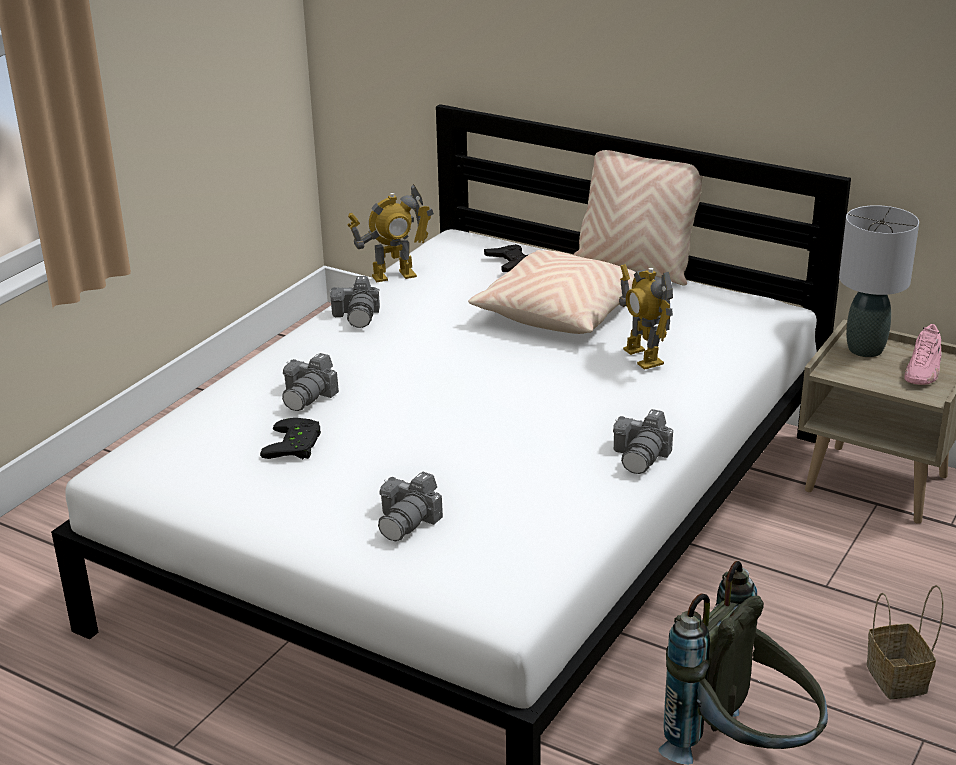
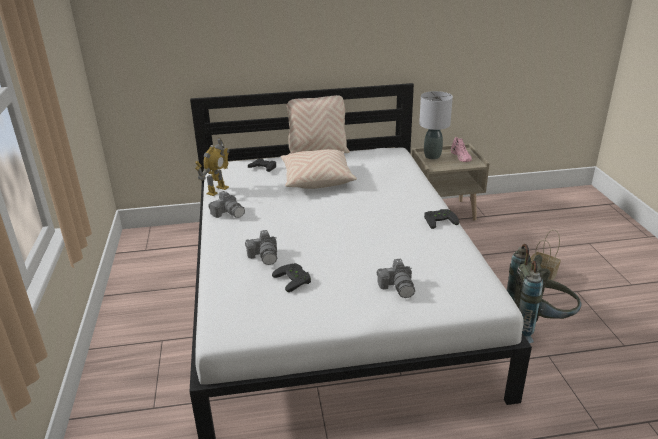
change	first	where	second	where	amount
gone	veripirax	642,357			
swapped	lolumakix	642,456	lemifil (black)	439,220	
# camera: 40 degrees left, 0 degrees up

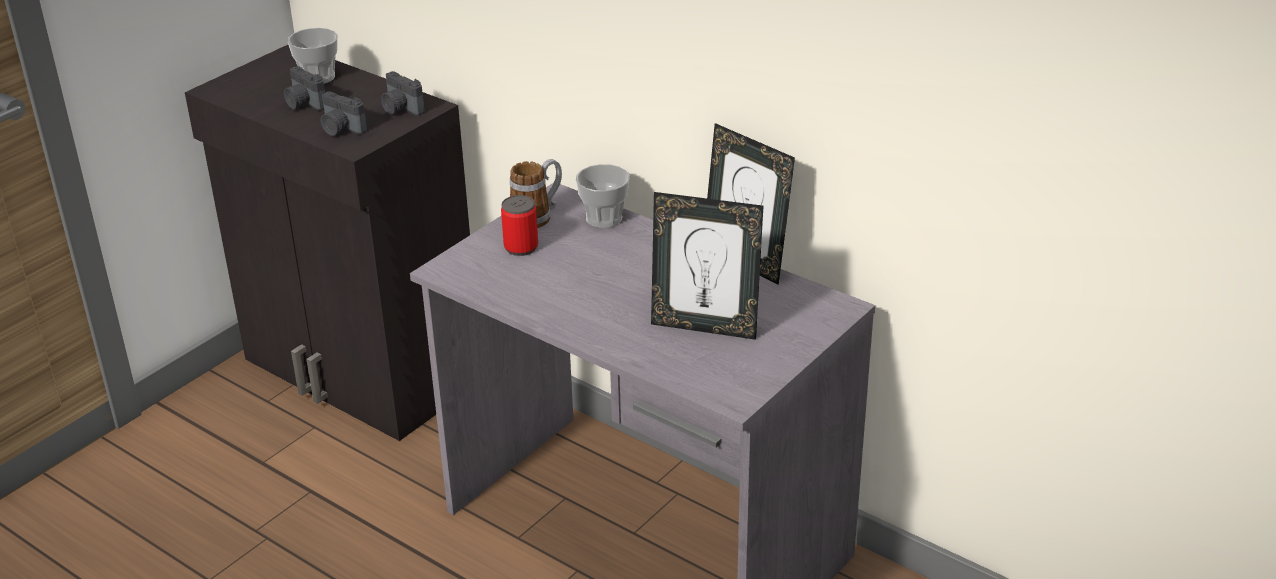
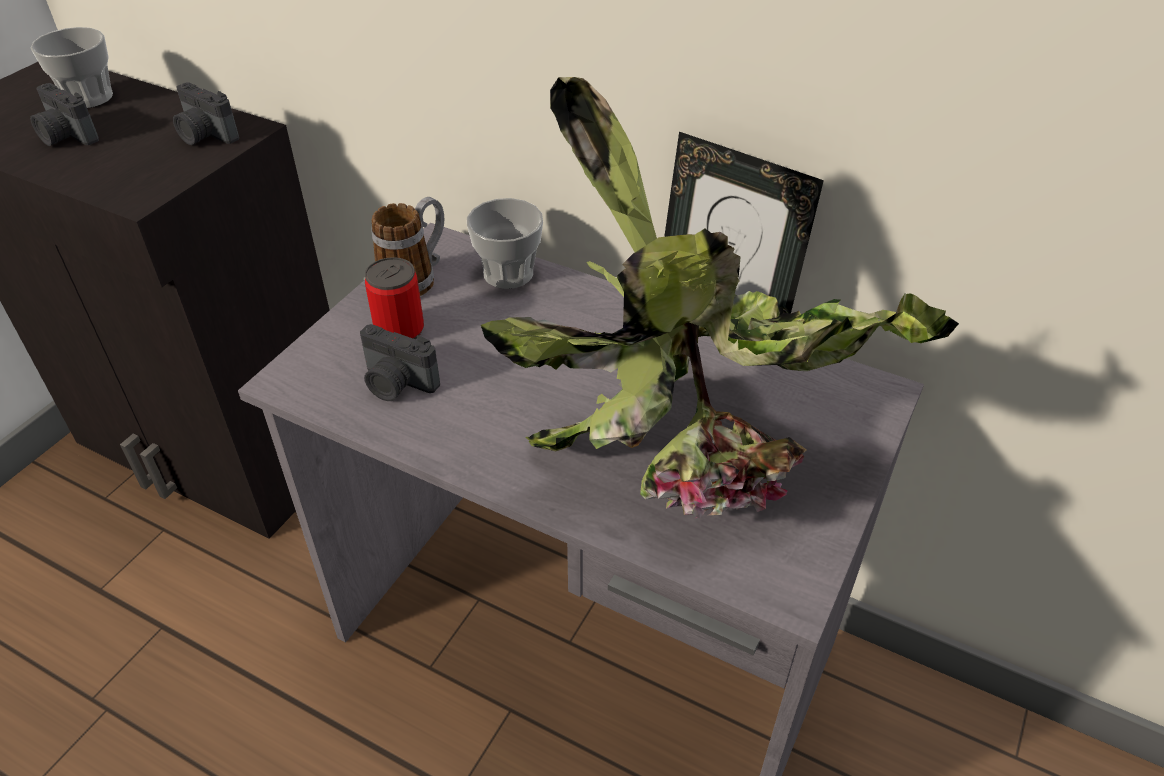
change	first	where	second	where	amount
shifted	lolumakix	341,129		396,384	
swapped	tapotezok	705,326	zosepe	698,448	
# camera: 10 degrees left, 10 degrees up

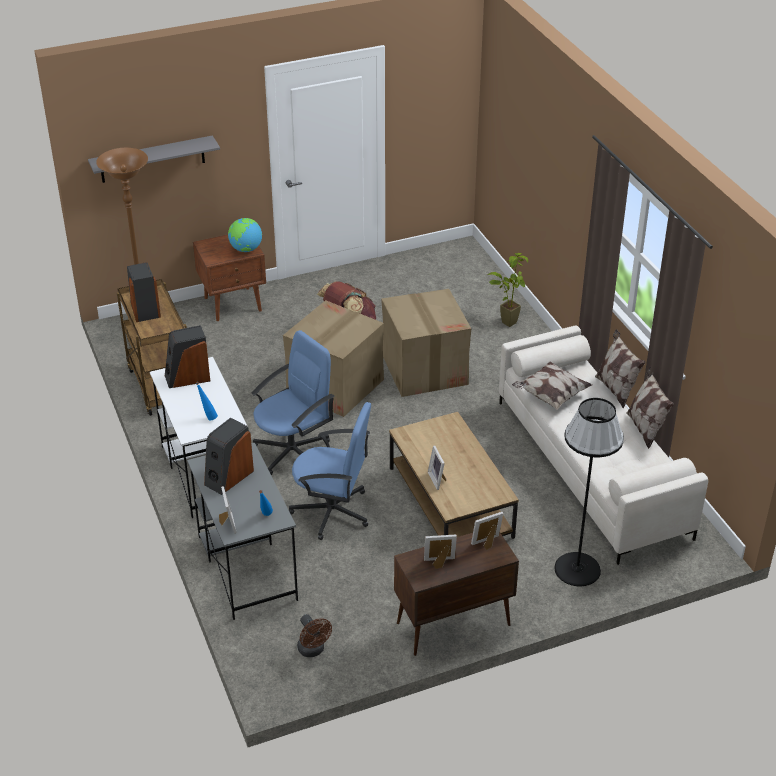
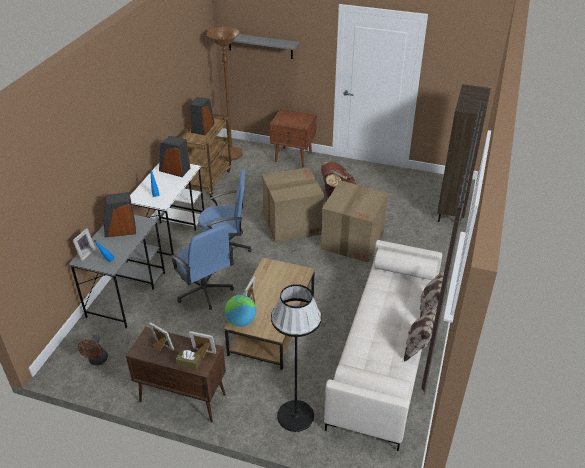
change	first	where	second	where	amount
shifted	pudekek	245,249		241,321	
gone	zosepe	506,320			
gone	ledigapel	550,395			
new			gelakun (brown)	452,211	
new			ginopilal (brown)	189,363	
# camera: 40 degrees right, 0 degrees up

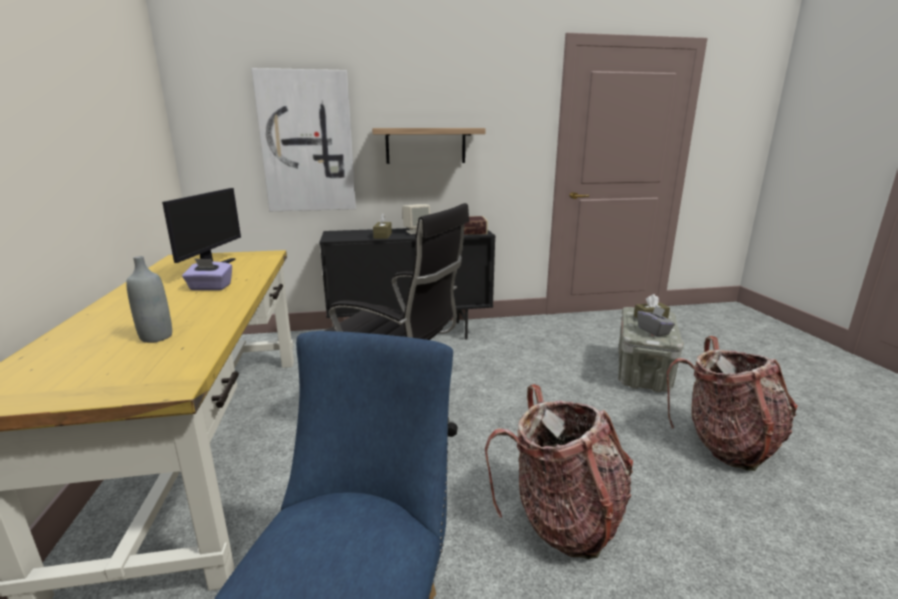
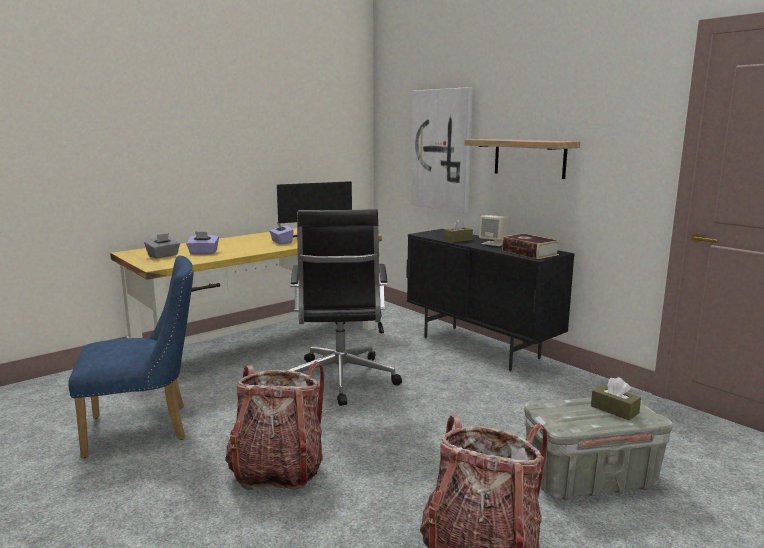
change	first	where	second	where	amount
swapped	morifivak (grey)	156,337	ginopilal (purple)	203,253	
shifted	ginopilal (grey)	653,331		163,256	
# camera: 60 degrees right, 5 degrees down

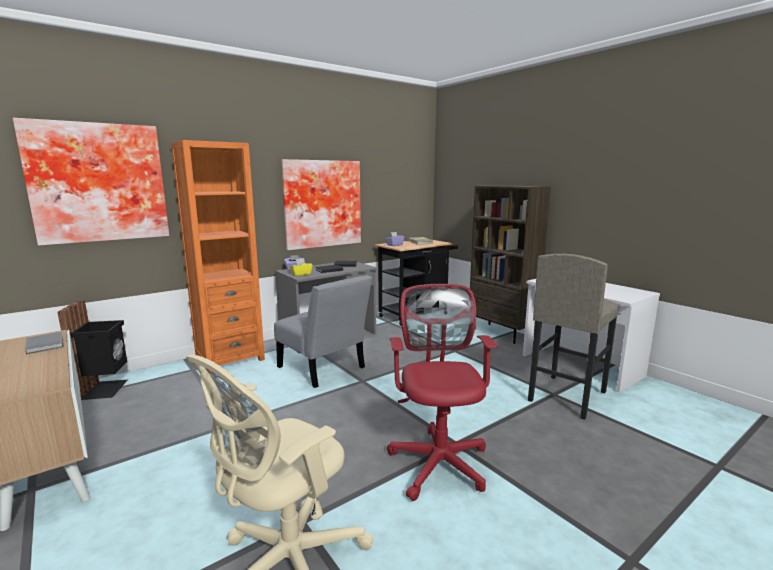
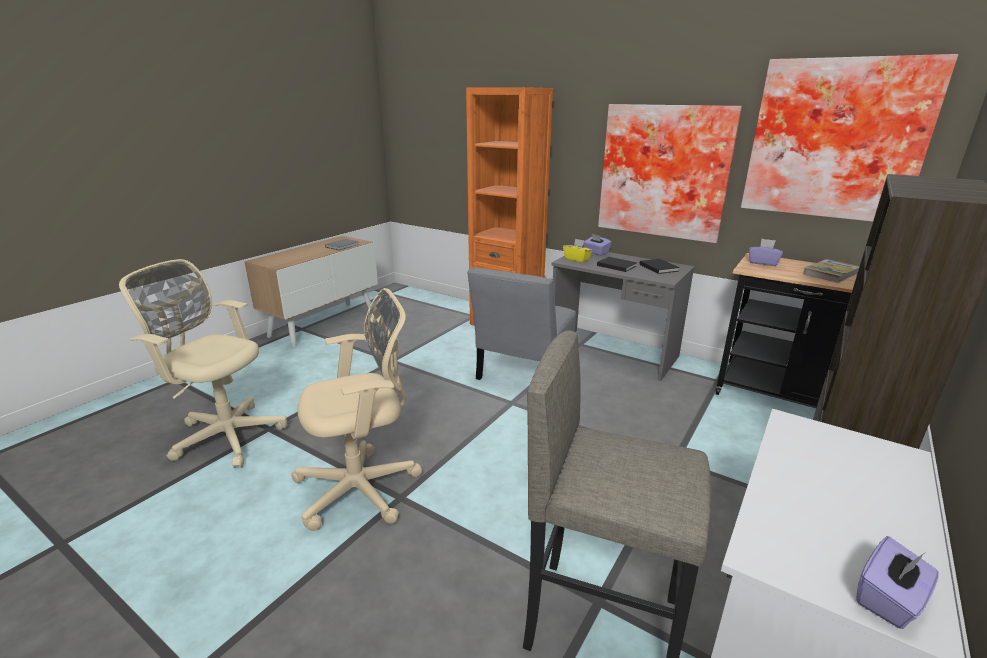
change	first	where	second	where	amount
shifted	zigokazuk	98,183		836,140	
repainted	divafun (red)	439,460	divafun (beige)	363,488	
gone	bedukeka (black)	105,389			
new			ginopilal (purple)	889,599	
# camera: 70 degrees right, 10 degrees up

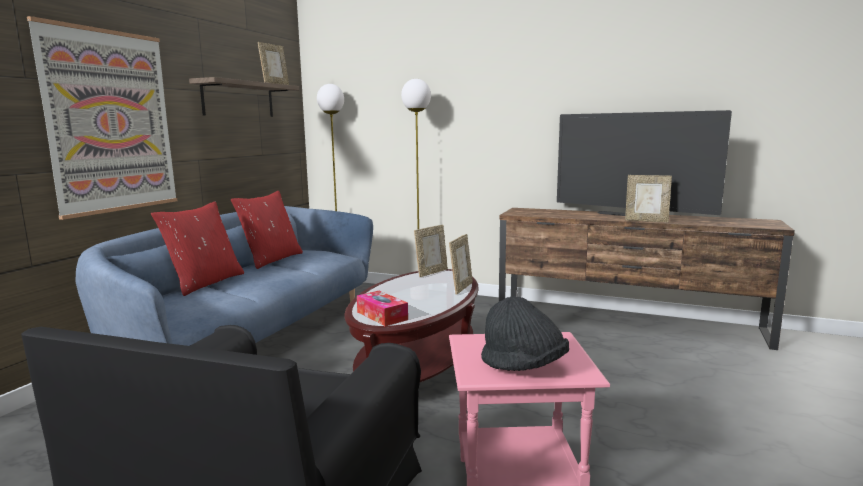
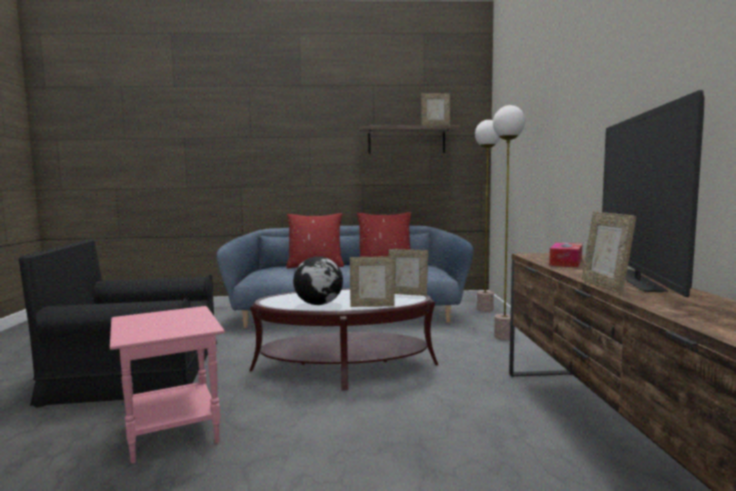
change	first	where	second	where	amount
gone	zigokazuk	111,122			
shifted	ginopilal	382,316		566,262	
gone	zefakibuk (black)	523,367			
new			pudekek	319,304	
# camera: 65 degrees right, 5 degrees down

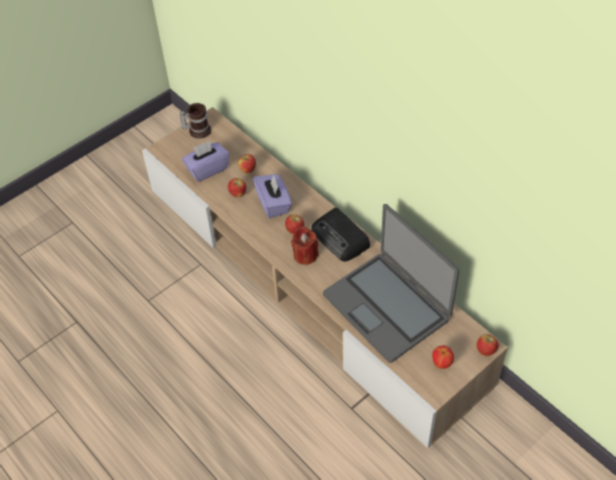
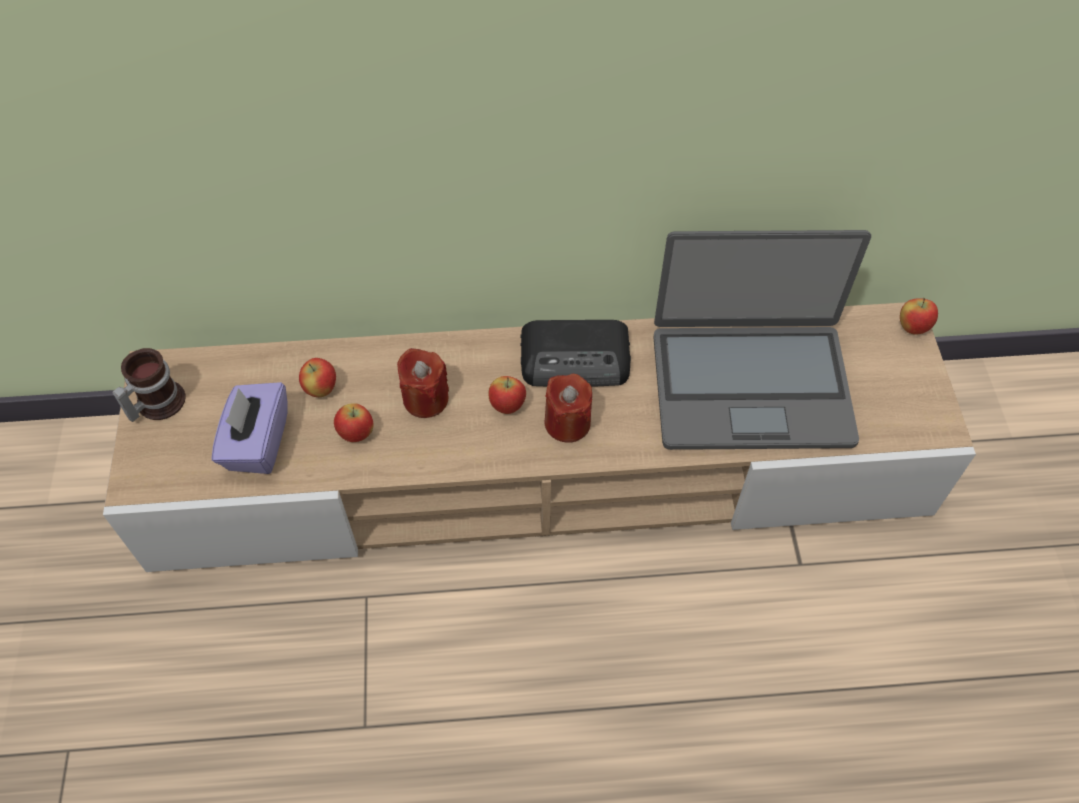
change	first	where	second	where	amount
swapped	ginopilal (purple)	273,203	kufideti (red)	425,399	
gone	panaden	441,363			
# camera: 55 degrees left, 5 degrees up

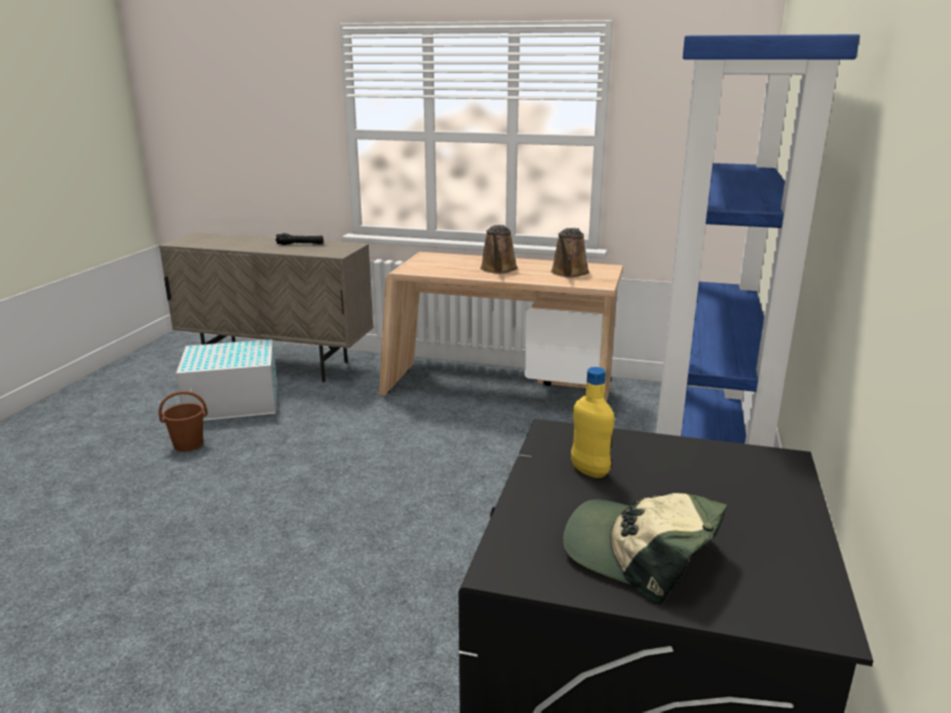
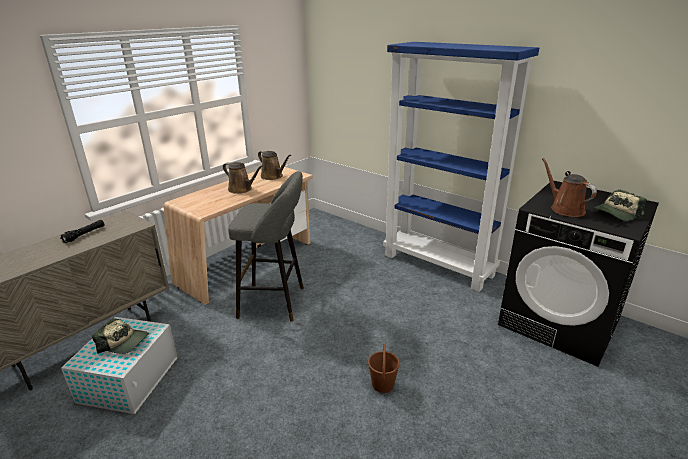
change	first	where	second	where	amount
swapped	morifivak (yellow)	589,471	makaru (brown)	564,209	
shifted	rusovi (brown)	189,444		383,384	
new			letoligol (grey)	276,302	
new			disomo	124,342	
# camera: 65 degrees left, 5 degrees up

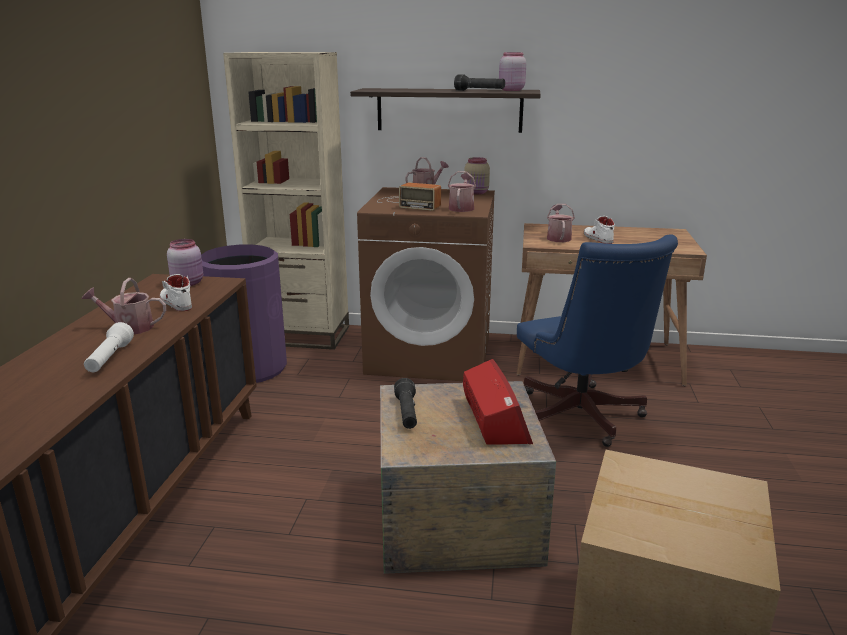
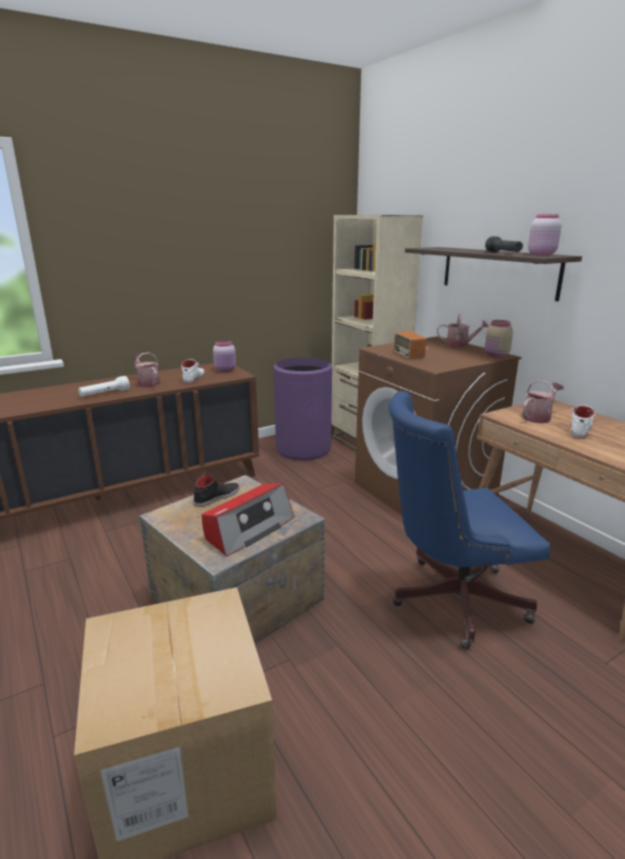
change	first	where	second	where	amount
gone	makaru	462,208			
rotated	divafun (blue)	582,418		449,599	45 degrees clockwise
swapped	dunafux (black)	407,413	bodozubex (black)	216,497	
# camera: 50 degrees right, 0 degrees up

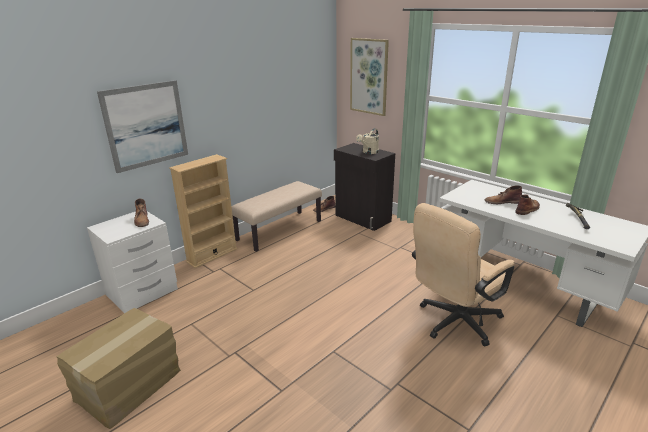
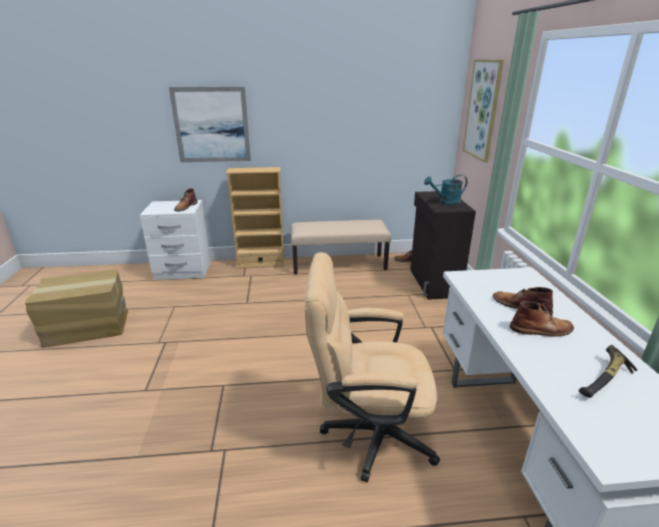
change	first	where	second	where	amount
repainted	makaru (beige)	369,152	makaru (turquoise)	445,203	
# camera: 40 degrees right, 0 degrees up

